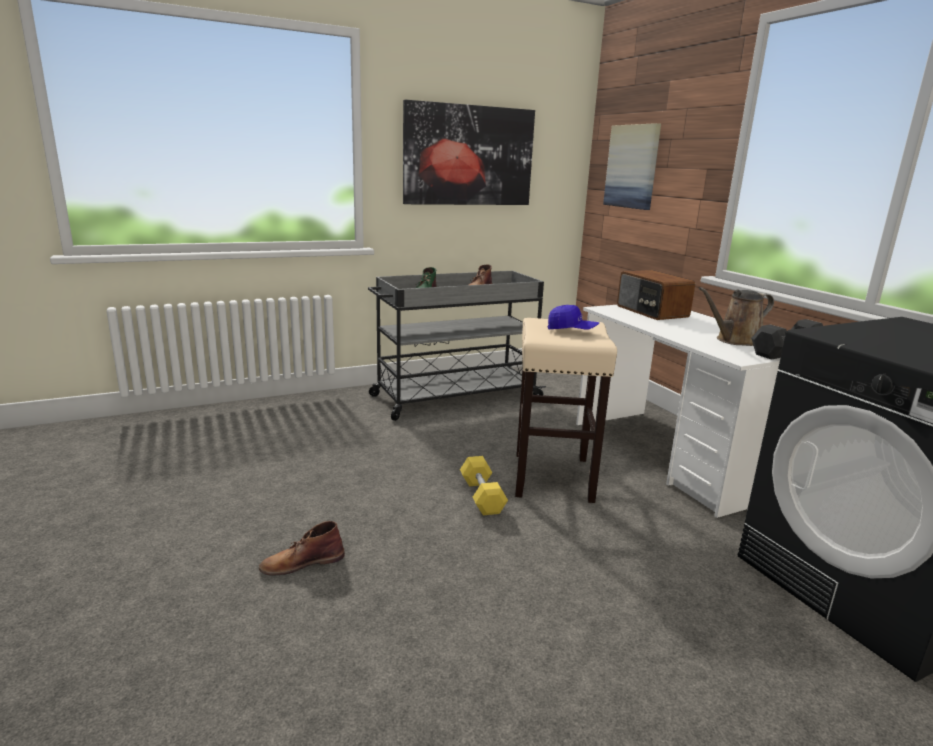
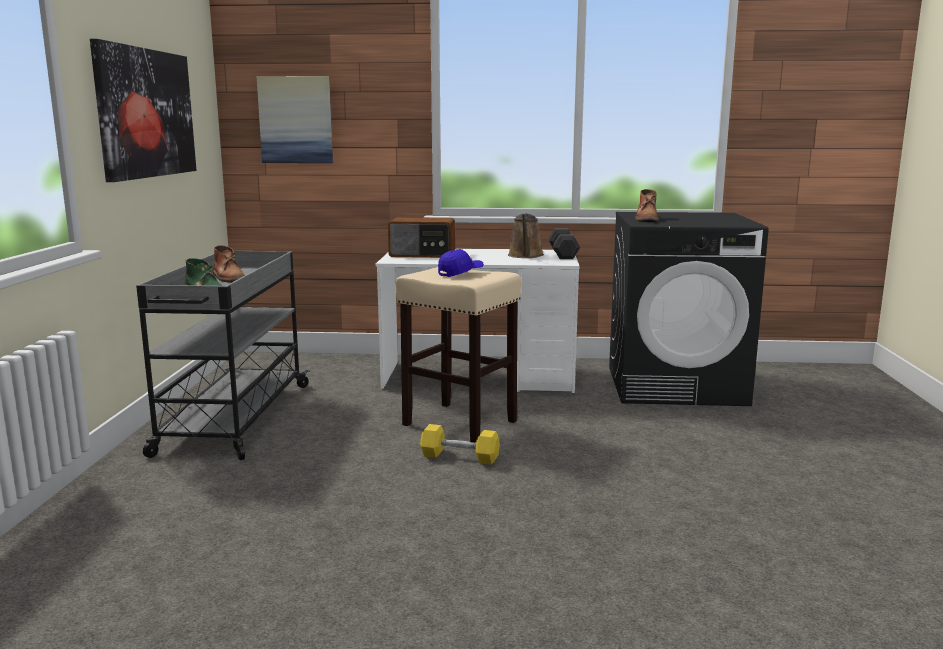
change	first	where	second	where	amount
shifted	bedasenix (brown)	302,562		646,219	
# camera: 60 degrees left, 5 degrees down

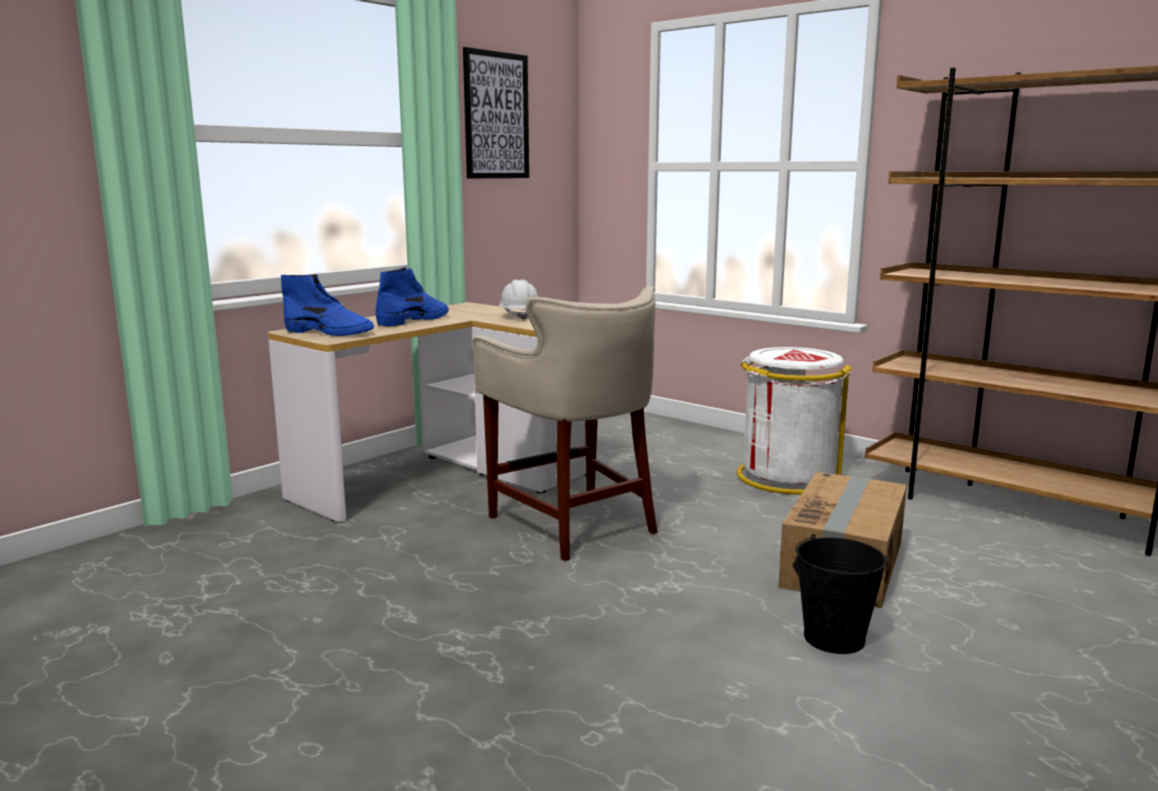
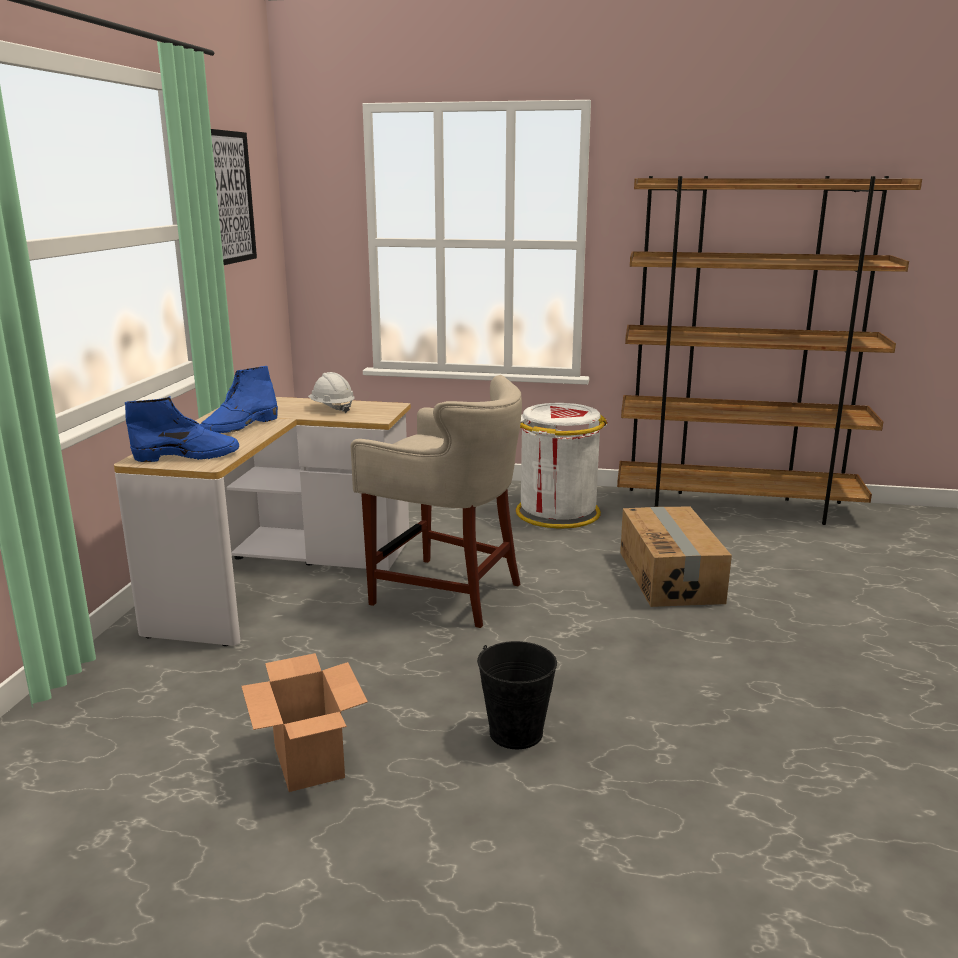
change	first	where	second	where	amount
rotated	bedasenix (blue)	414,320		239,427	150 degrees counterclockwise
shifted	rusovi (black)	834,638		516,732	
new			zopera	309,762	
# camera: 30 degrees left, 5 degrees up

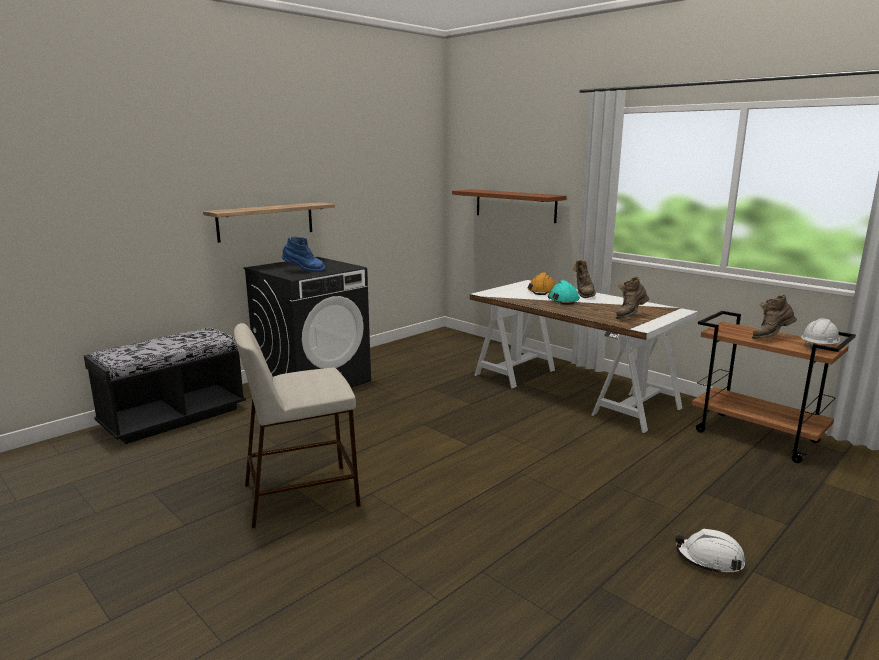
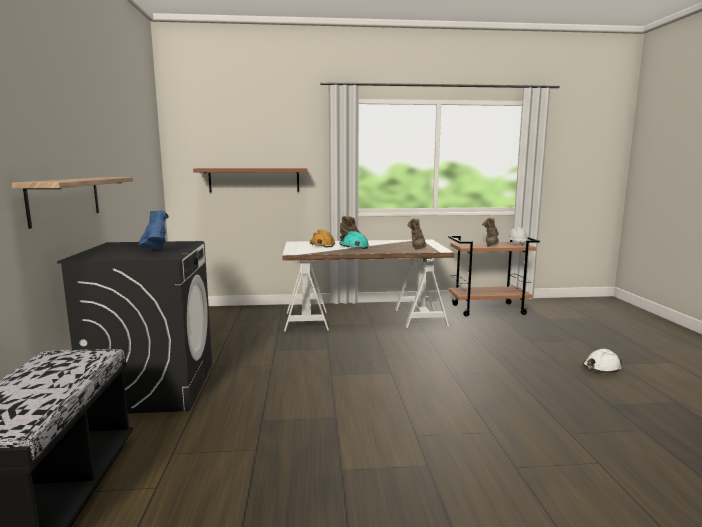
change	first	where	second	where	amount
rotated	bedasenix (blue)	303,271		155,252	75 degrees counterclockwise
gone	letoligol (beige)	302,494			
# camera: 50 degrees left, 5 degrees down

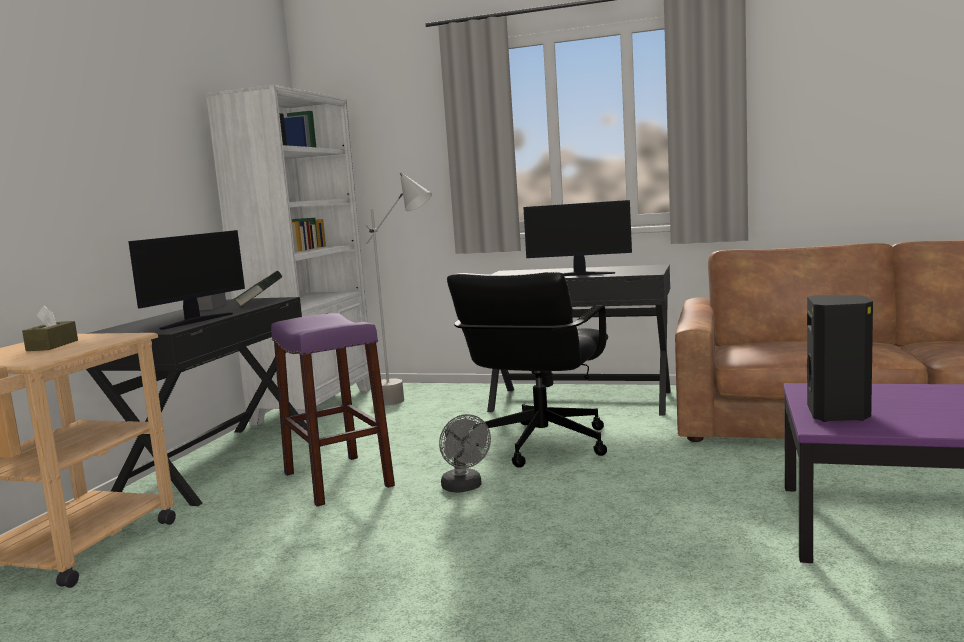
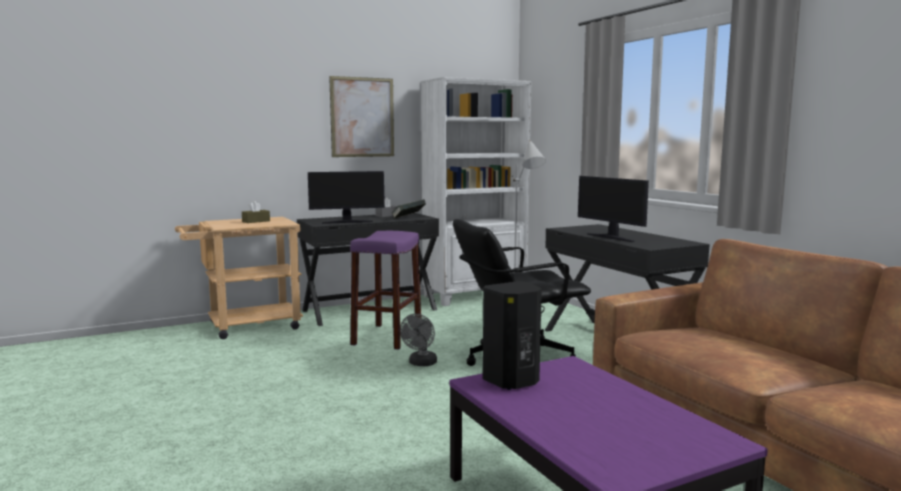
change	first	where	second	where	amount
new			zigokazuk	362,117	
# camera: 45 degrees right, 0 degrees up

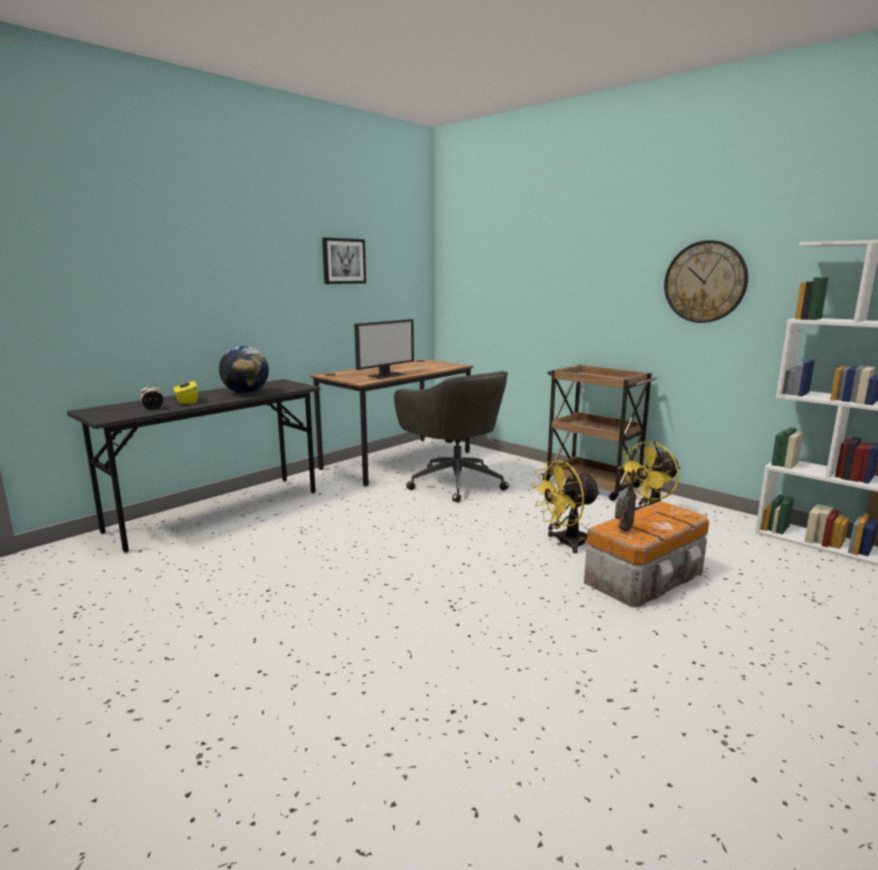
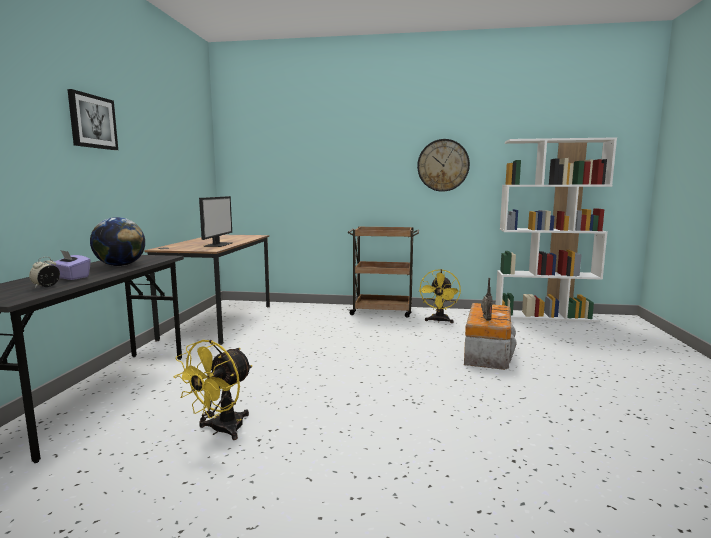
change	first	where	second	where	amount
shifted	zigokazuk	343,261		92,121	
gone	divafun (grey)	454,482			
repainted	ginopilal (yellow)	186,401	ginopilal (purple)	71,277	
shifted	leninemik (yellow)	564,543		220,430	
# camera: 35 degrees left, 5 degrees down

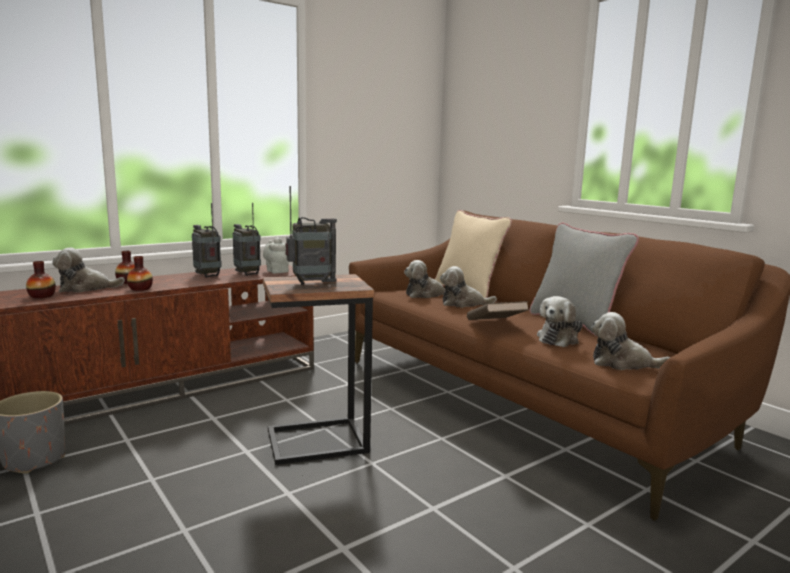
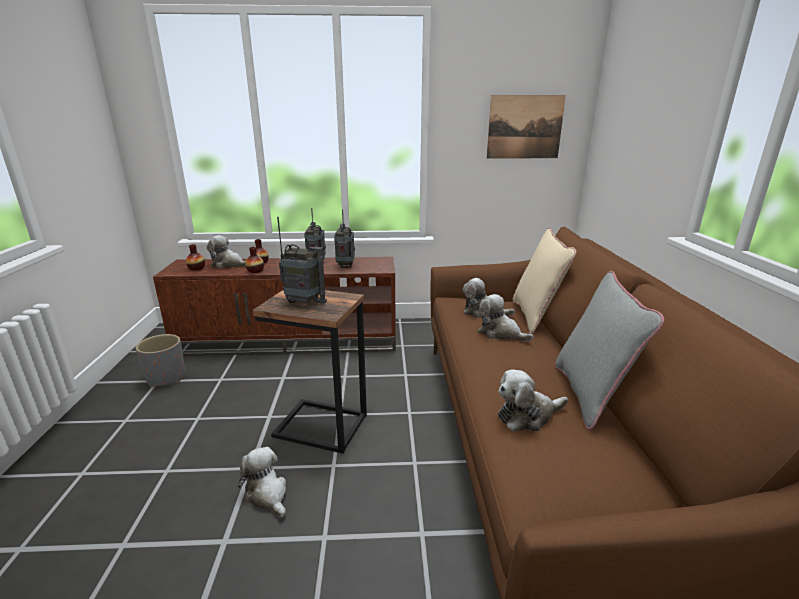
change	first	where	second	where	amount
gone	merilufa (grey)	276,271			
gone	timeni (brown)	495,325			
shifted	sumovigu	622,363		267,494	
new			zigokazuk	525,127	
# camera: 35 degrees right, 10 degrees up

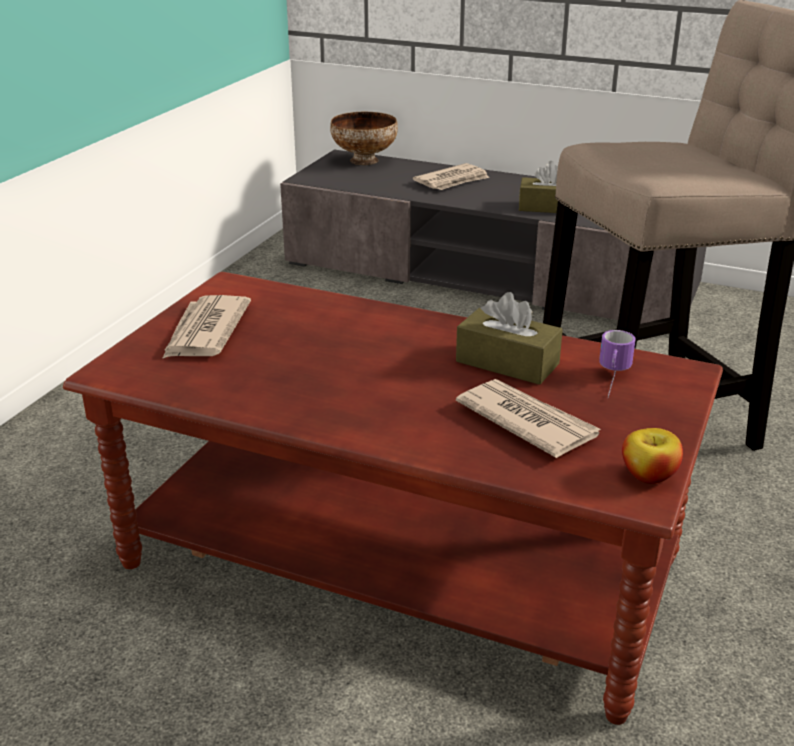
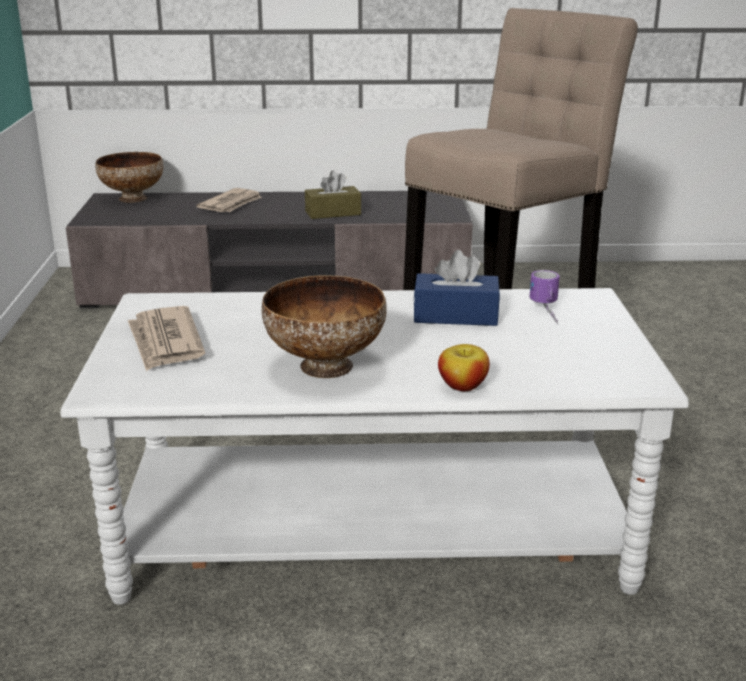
change	first	where	second	where	amount
repainted	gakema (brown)	398,564	gakema (white)	374,529	
repainted	ginopilal (brown)	507,363	ginopilal (blue)	455,315	
gone	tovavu	526,421			
shifted	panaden	649,475		463,386	
new			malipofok	324,366	
# camera: 25 degrees left, 5 degrees down

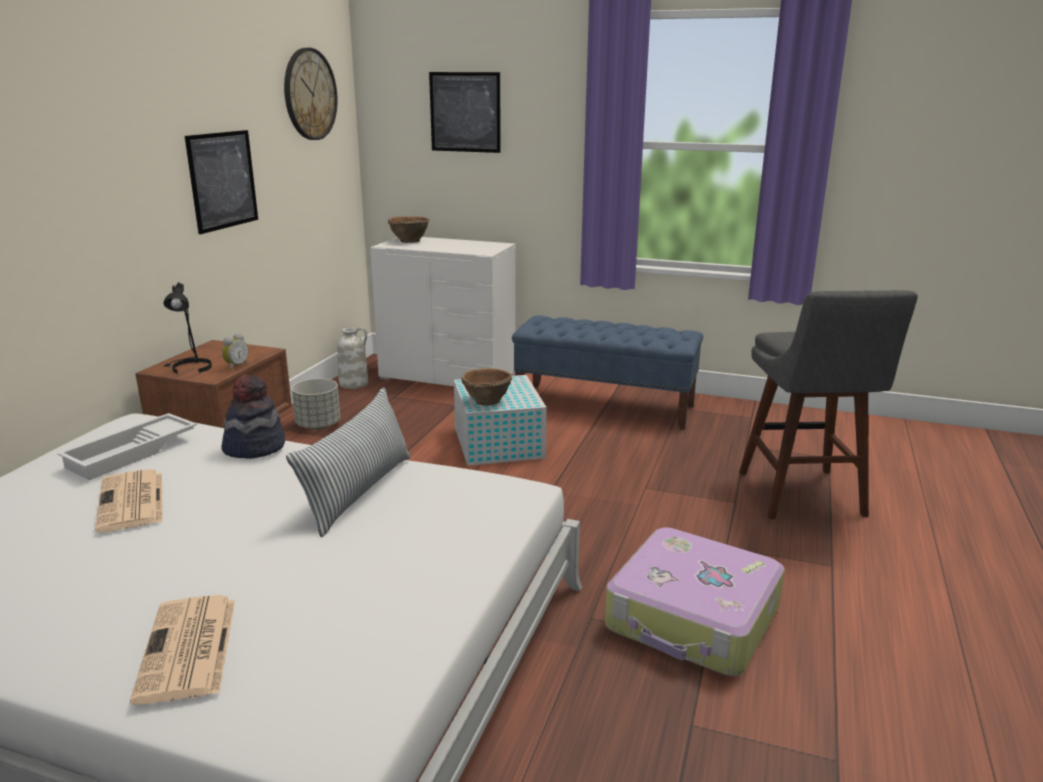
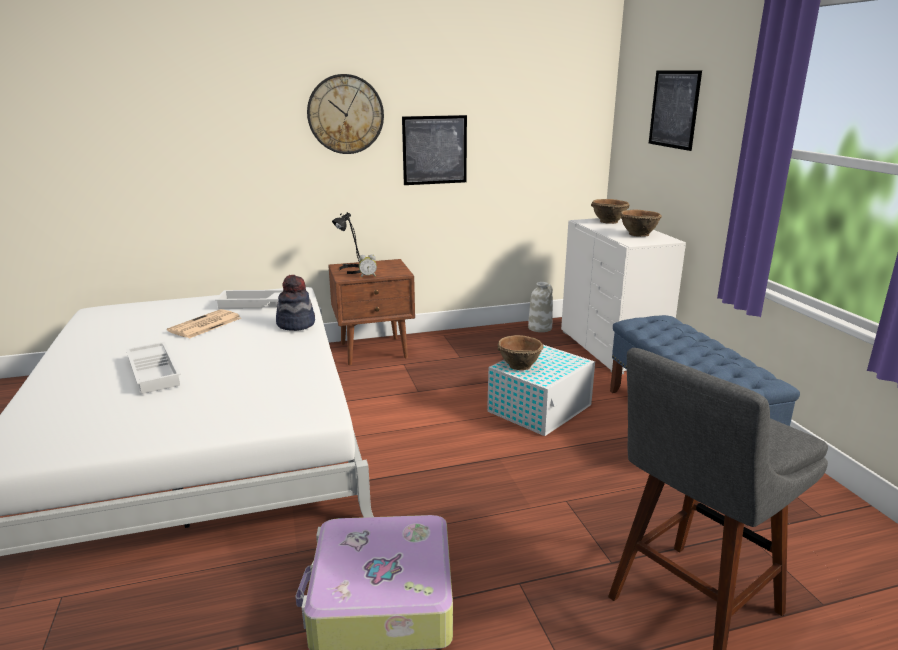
change	first	where	second	where	amount
shifted	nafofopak	310,94		345,114	
gone	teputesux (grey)	318,425			
gone	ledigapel	358,492			
gone	tovavu	188,650			
new			malipofok (brown)	638,234	
new			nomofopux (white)	155,372	
# camera: 55 degrees right, 0 degrees up

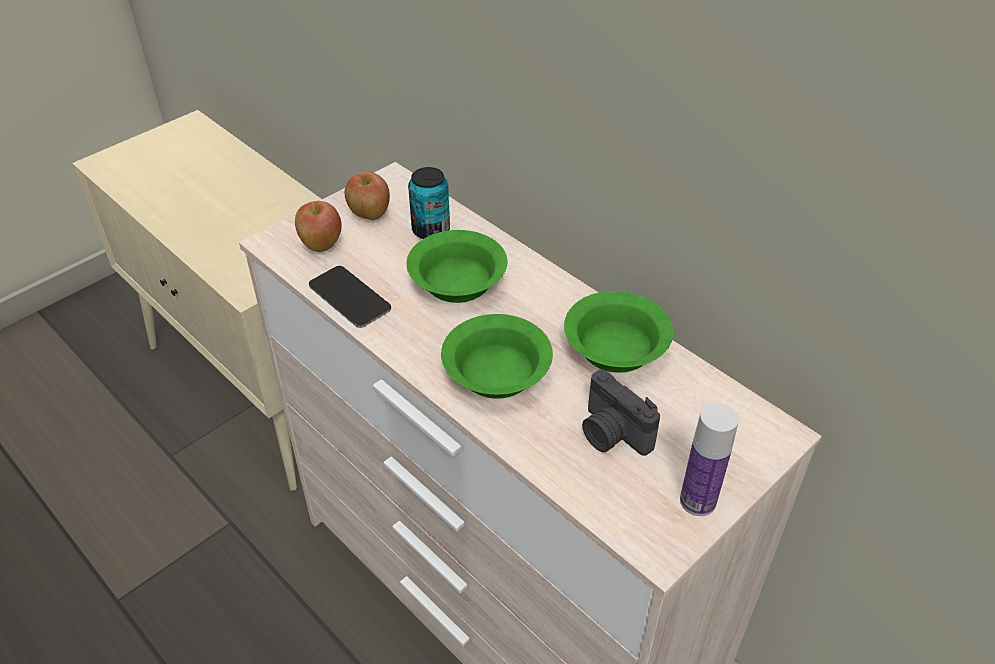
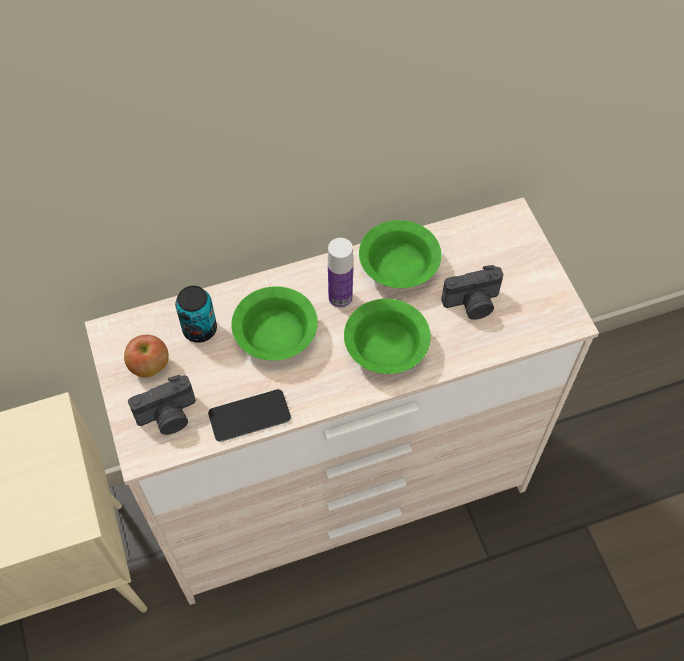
change	first	where	second	where	amount
swapped	panaden	320,244	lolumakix	168,417	
shifted	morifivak	698,501		340,298	
# camera: 65 degrees left, 15 degrees up

